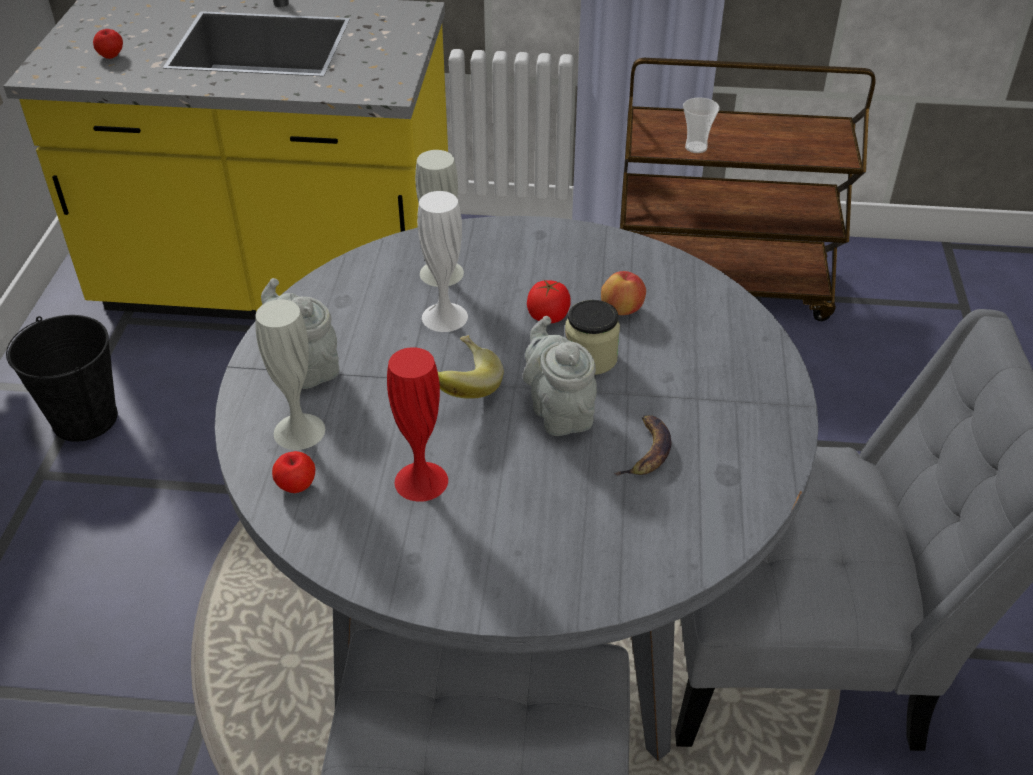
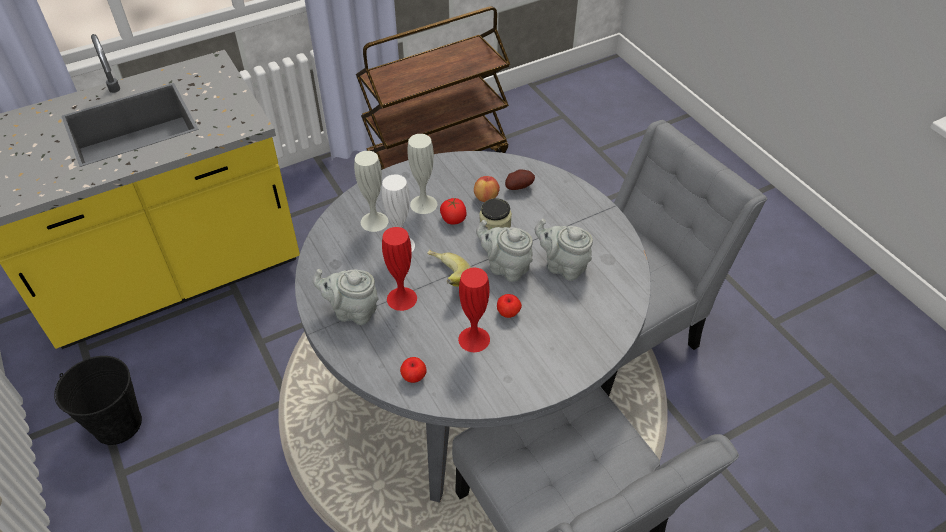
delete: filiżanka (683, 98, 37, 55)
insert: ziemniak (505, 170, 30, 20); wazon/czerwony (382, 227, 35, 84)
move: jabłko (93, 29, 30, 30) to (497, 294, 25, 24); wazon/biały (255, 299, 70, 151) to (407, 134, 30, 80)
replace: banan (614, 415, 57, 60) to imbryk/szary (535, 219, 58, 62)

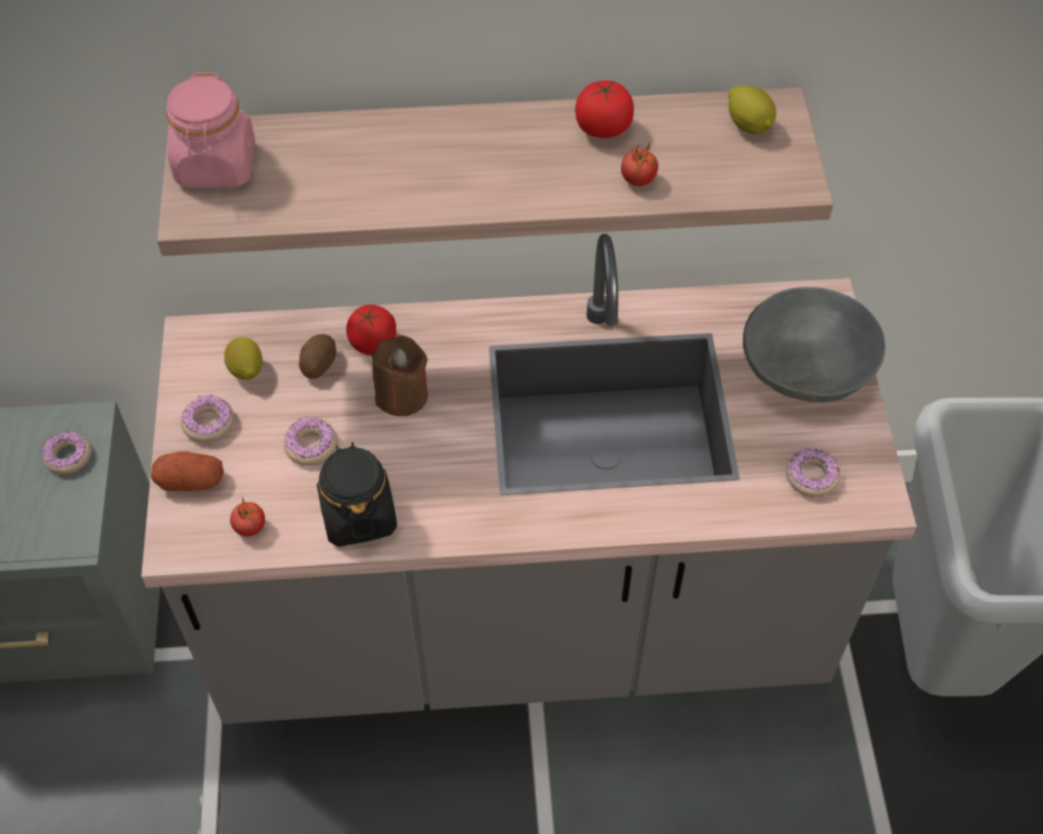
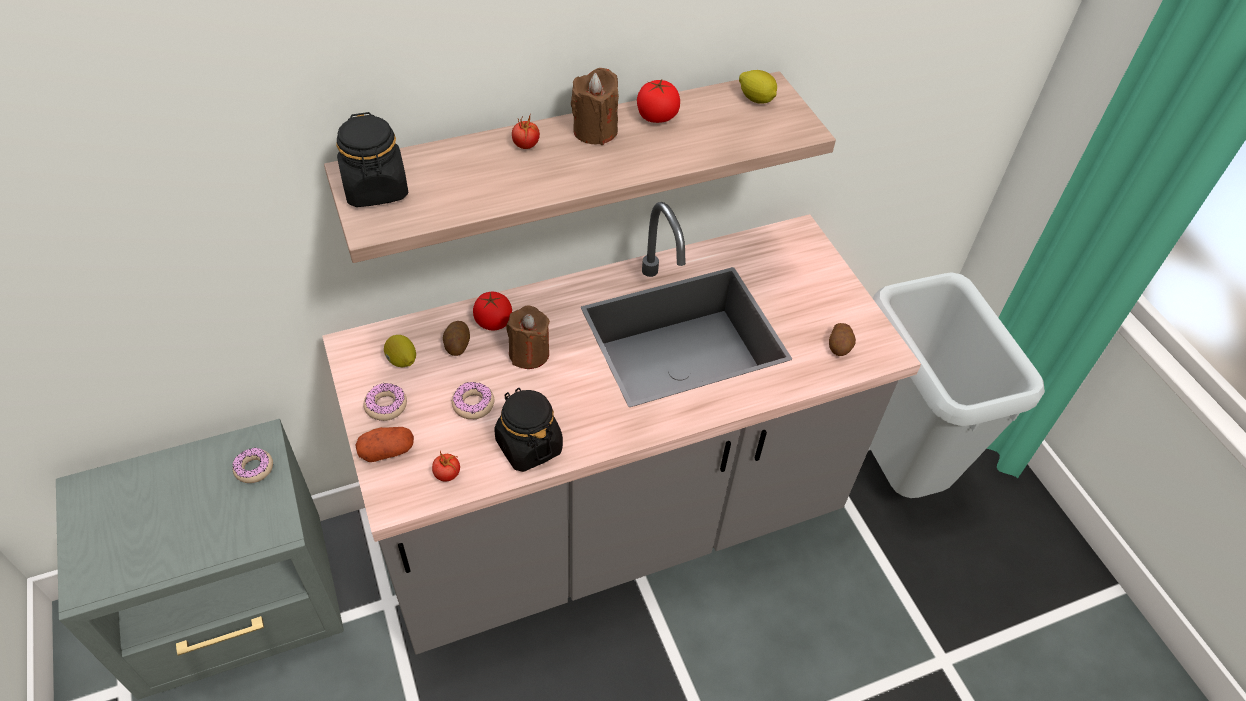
delete: miska/szary (743, 287, 142, 115)
insert: świeca/brązowy (571, 68, 48, 77)
move: pomidor (621, 142, 37, 44) to (512, 116, 28, 33)
replace: donut (786, 448, 55, 49) to ziemniak (829, 323, 27, 33)
recolor: słoik/różowy (166, 73, 89, 115) to słoik/czarny (336, 112, 73, 95)

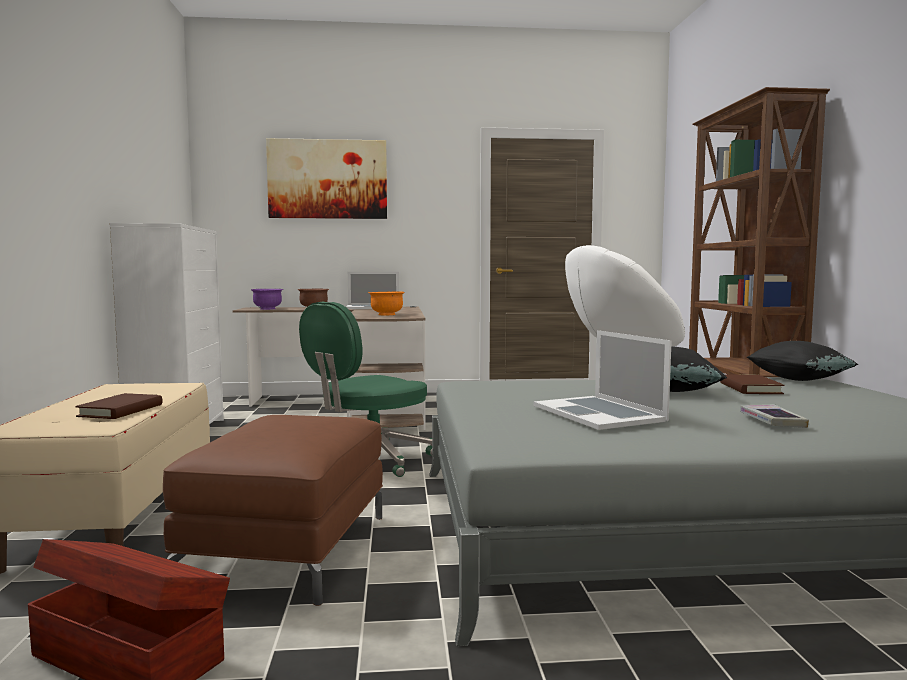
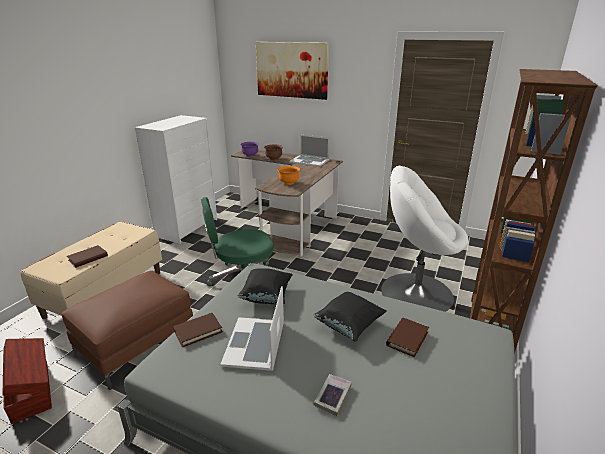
insert: książka/brązowy (173, 313, 50, 34)
move: poduszka/czarny (747, 341, 111, 40) to (237, 268, 56, 36)

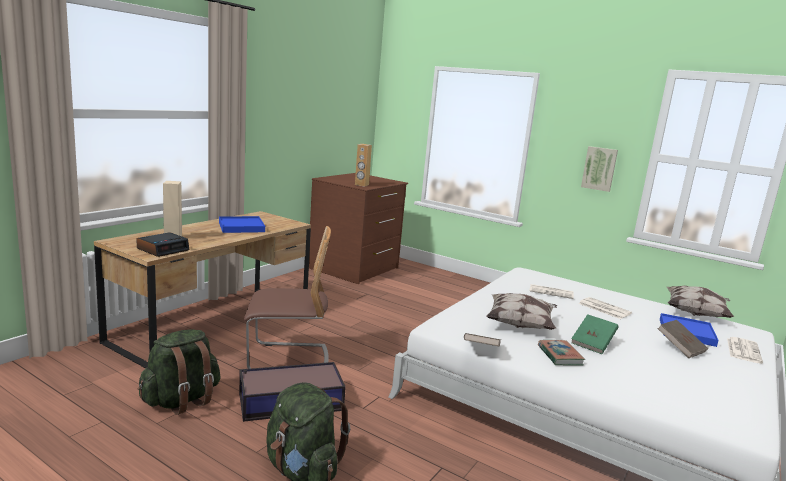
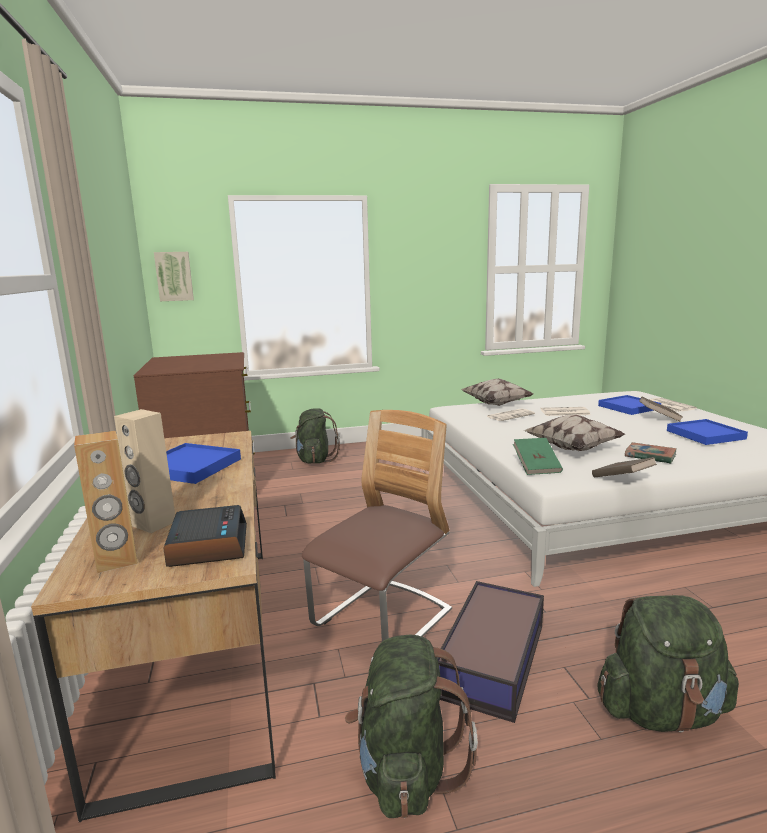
insert: plecak/zielony (290, 408, 50, 56); taca/niebieski (667, 419, 81, 26)
move: głośnik/brązowy (355, 144, 17, 43) to (74, 431, 64, 142); obraz (581, 146, 37, 46) to (154, 252, 40, 49); poduszka (667, 286, 68, 32) to (460, 379, 73, 27); książka/zielony (571, 314, 48, 40) to (513, 438, 50, 37)

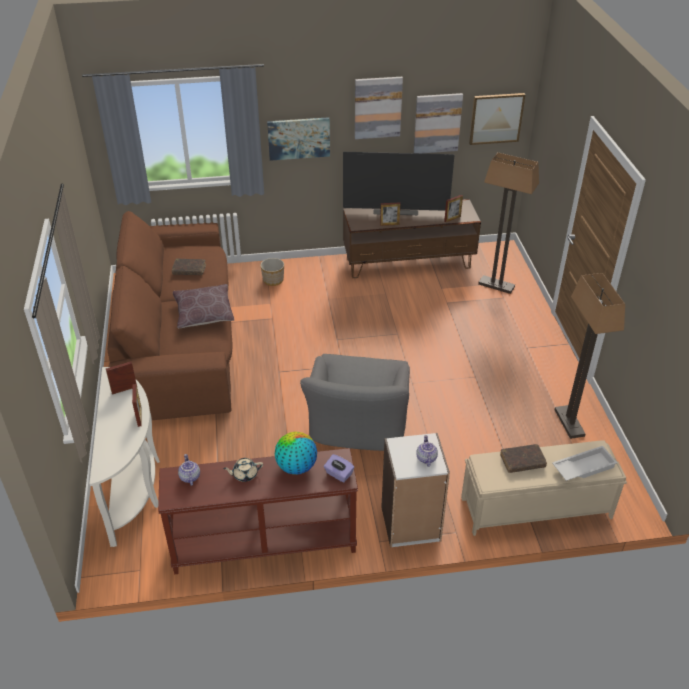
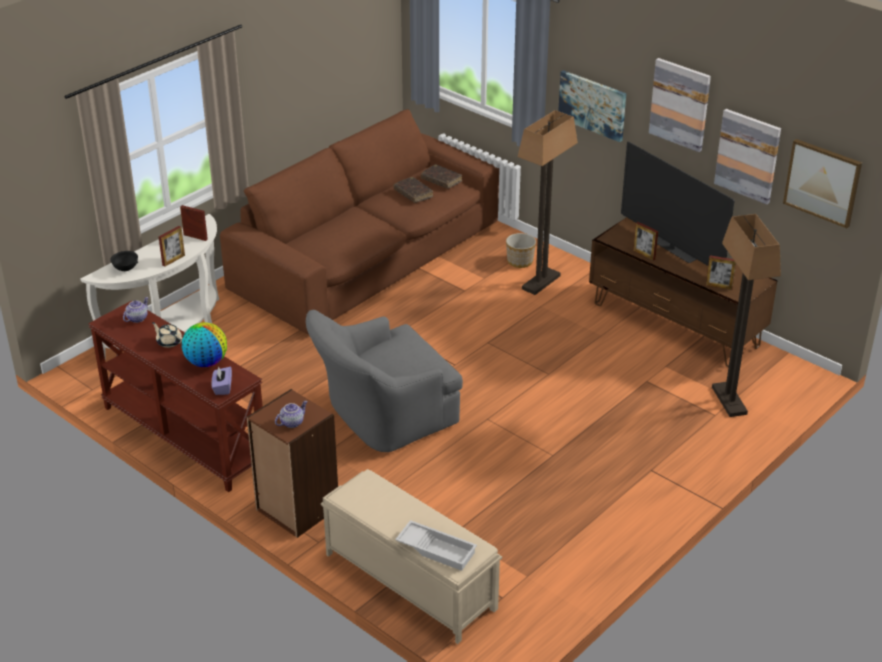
delete: poduszka/brązowy (173, 284, 61, 44)
insert: miska/czarny (111, 251, 27, 20)
move: lampa stojąca (554, 273, 71, 166) to (517, 110, 61, 185); książka/brązowy (500, 444, 47, 29) to (421, 164, 41, 25)
recolor: regał/biały (381, 433, 69, 115) to regał/brązowy (247, 389, 91, 149)

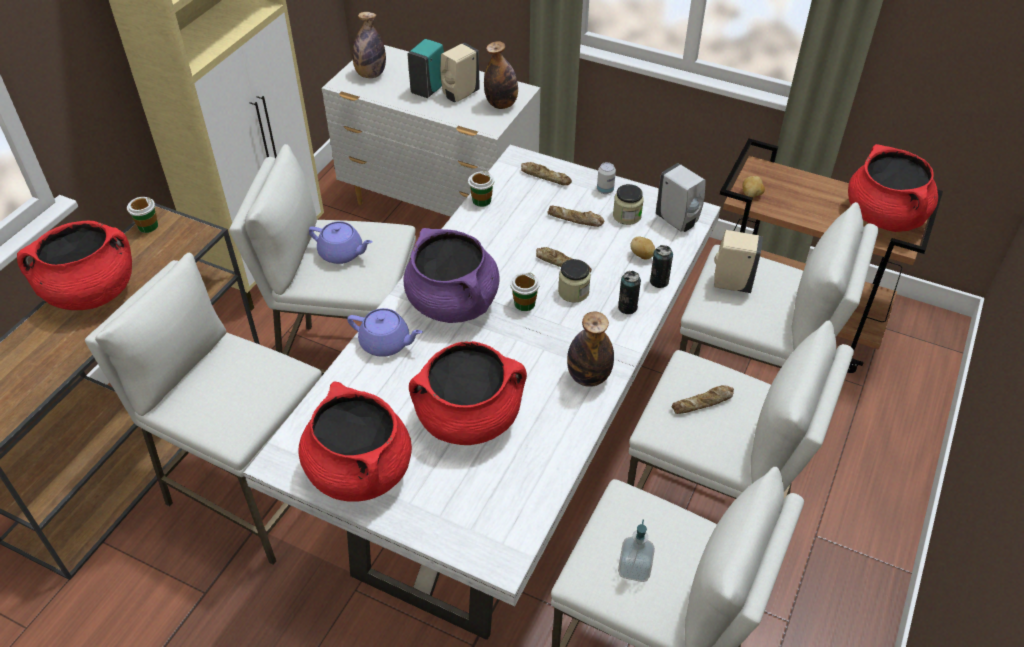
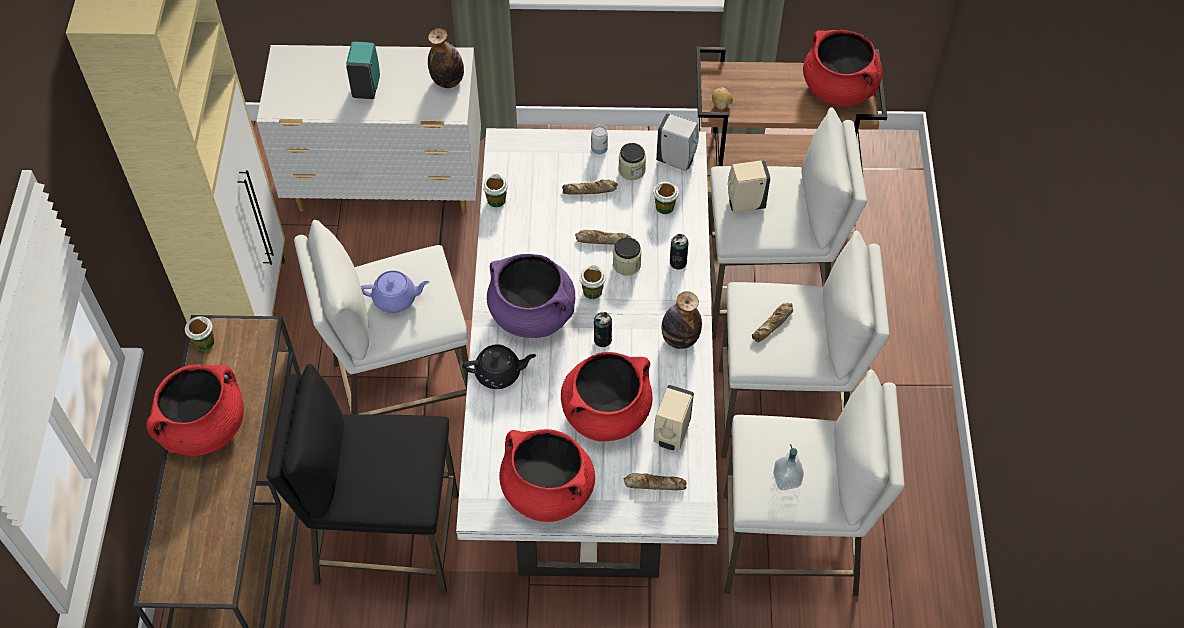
delete: butelka (352, 12, 34, 66)
move: dozownik mydła/beżowy (440, 43, 40, 59) to (654, 385, 40, 65); chleb (521, 162, 51, 24) to (624, 473, 63, 17); puszka (650, 245, 23, 43) to (594, 312, 18, 35)
replace: ziemniak (630, 237, 26, 23) to filiżanka (653, 181, 26, 33)
recolor: stołek/biały (85, 253, 237, 312) to stołek/czarny (267, 364, 191, 230); imbryk/fioletowy (347, 308, 76, 49) to imbryk/czarny (462, 344, 74, 45)

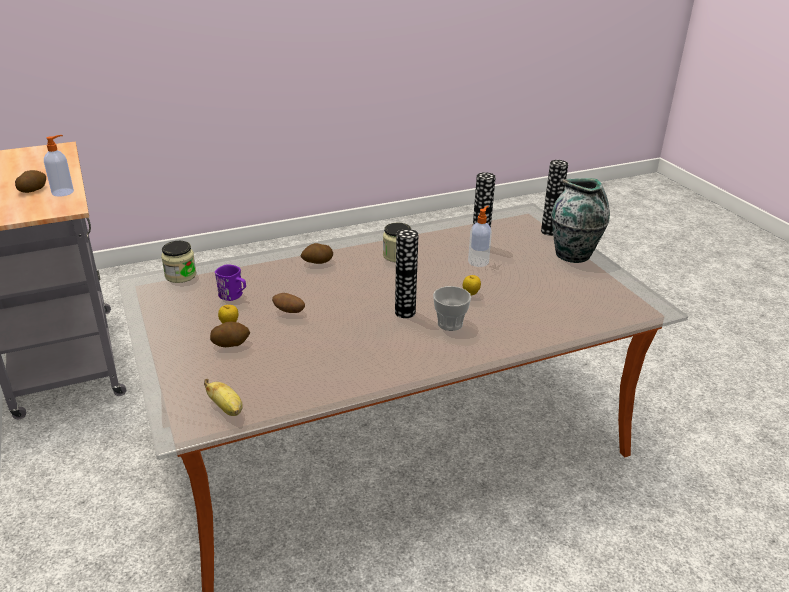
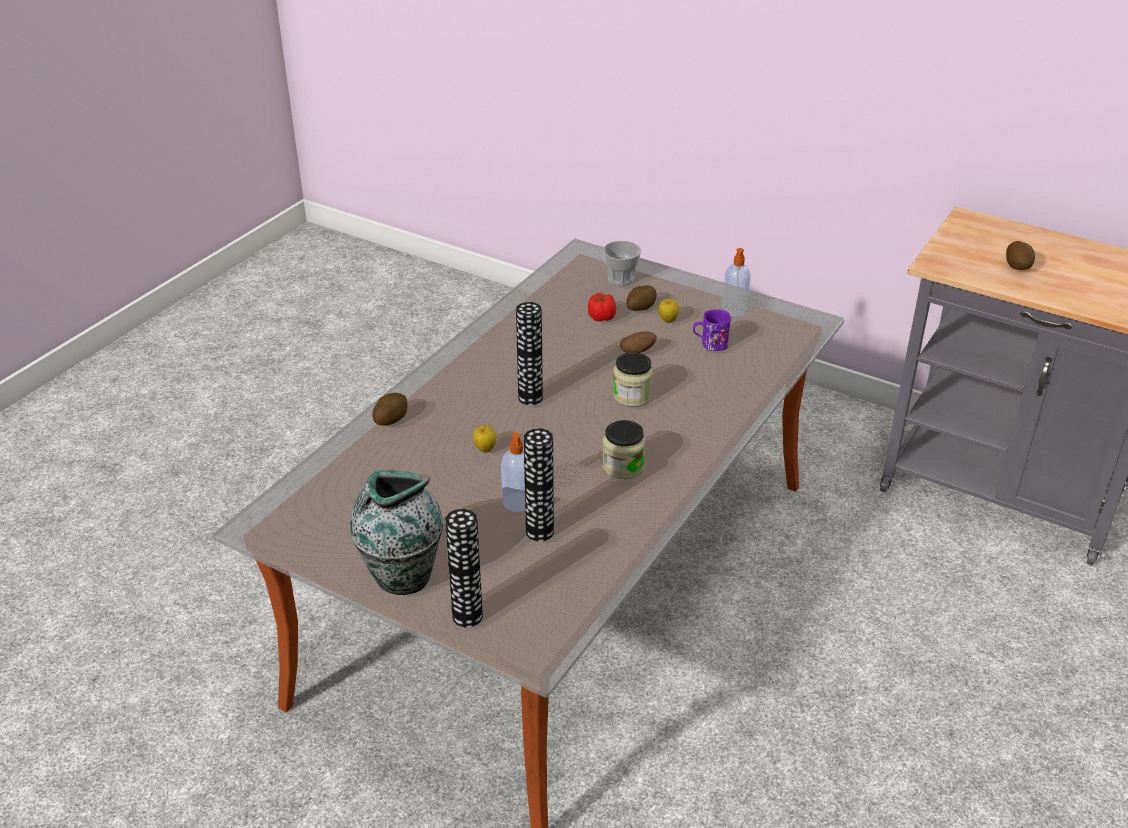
delete: banan (204, 379, 39, 37)
insert: pomidor (588, 293, 28, 28)
move: dozownik mydła (44, 135, 30, 62) to (722, 248, 29, 69); słoik (161, 241, 35, 42) to (613, 352, 40, 55); ziemniak (301, 243, 32, 21) to (372, 393, 35, 33); filiżanka (433, 286, 38, 45) to (603, 241, 38, 45)

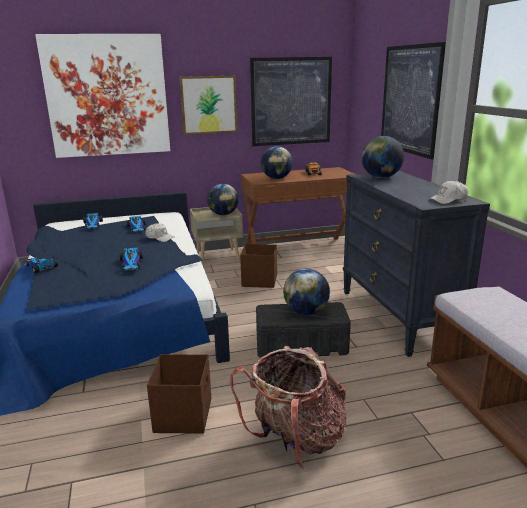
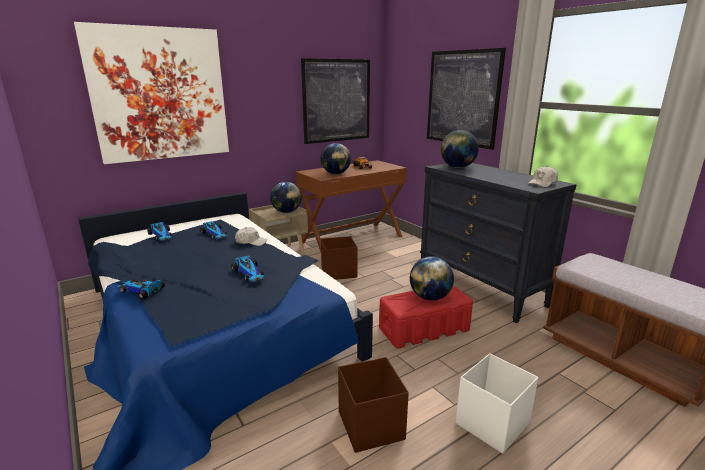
delete: obraz (180, 76, 57, 59)
replace: plecak (230, 346, 116, 124) to pojemnik do przechowywania/biały (456, 353, 83, 101)
recolor: pojemnik do przechowywania/czarny (256, 302, 95, 56) to pojemnik do przechowywania/czerwony (379, 285, 94, 63)

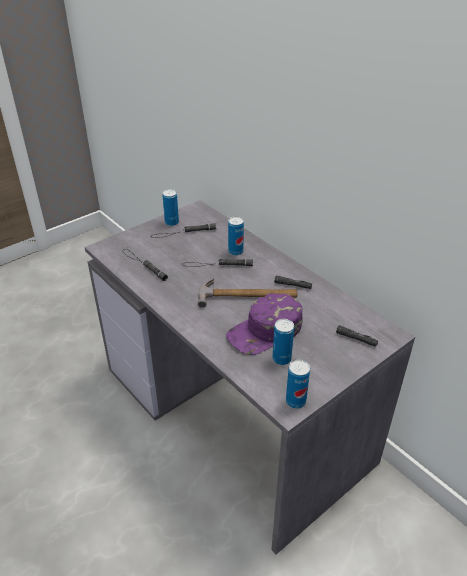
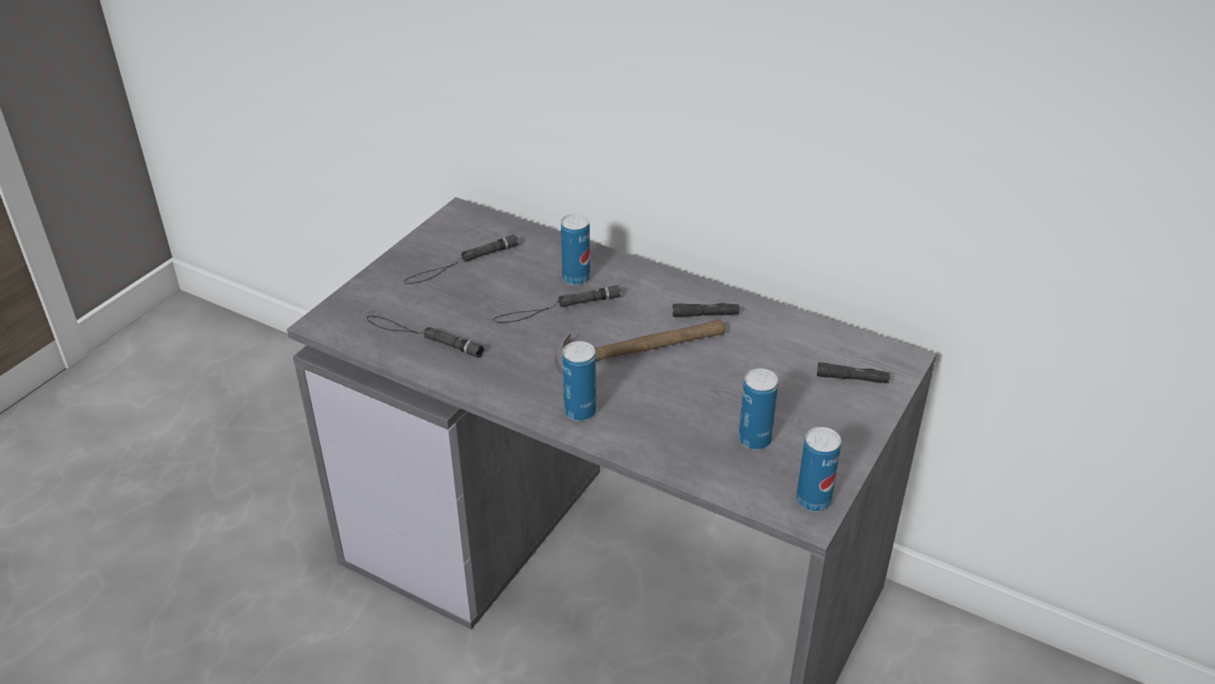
delete: czapka z daszkiem/fioletowy (226, 294, 77, 61)
move: puszka (162, 189, 17, 37) to (562, 341, 34, 80)

